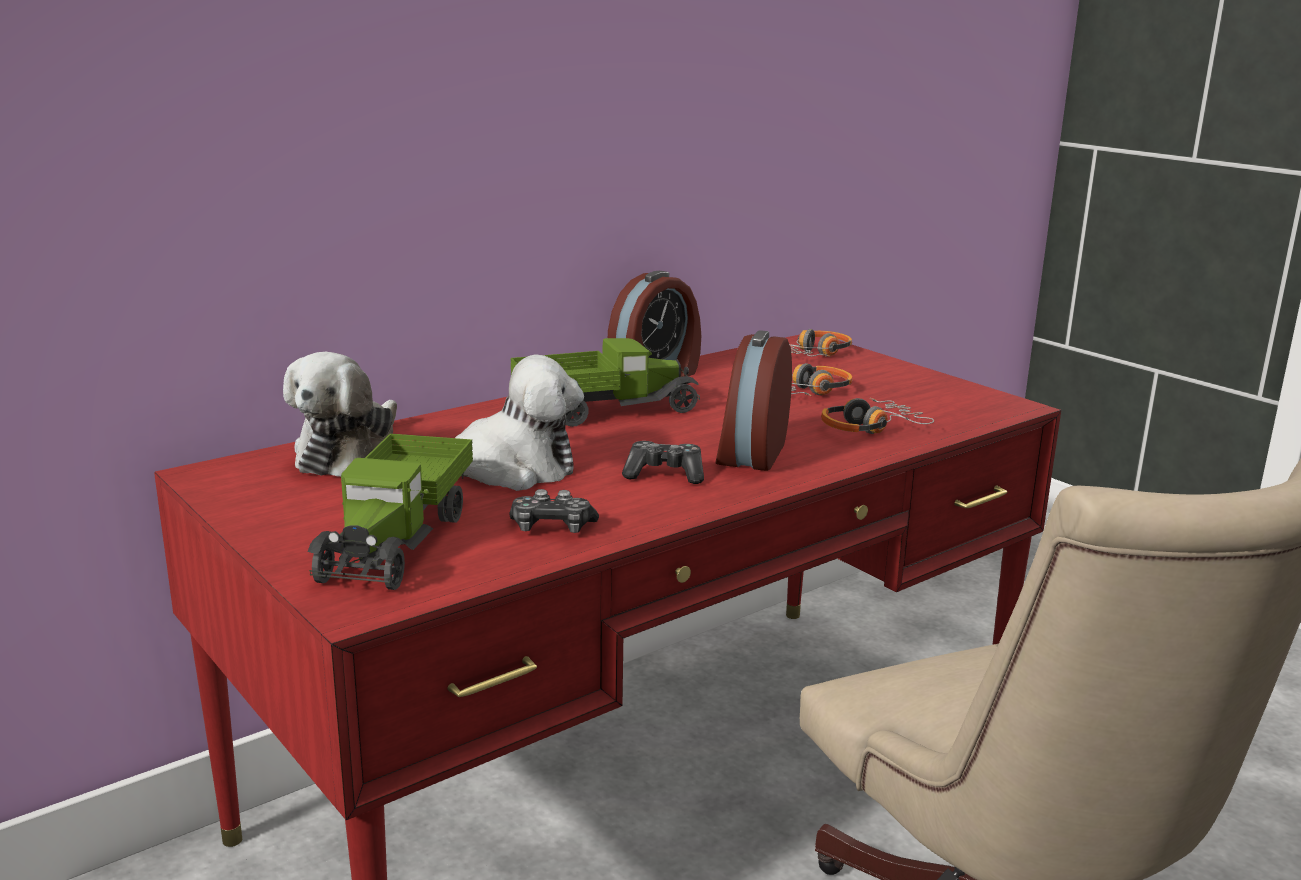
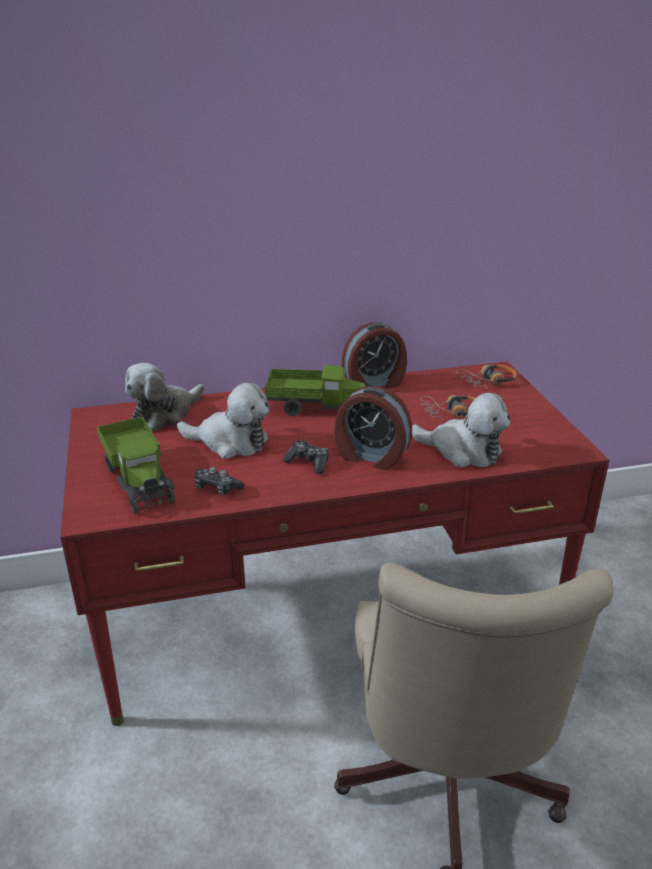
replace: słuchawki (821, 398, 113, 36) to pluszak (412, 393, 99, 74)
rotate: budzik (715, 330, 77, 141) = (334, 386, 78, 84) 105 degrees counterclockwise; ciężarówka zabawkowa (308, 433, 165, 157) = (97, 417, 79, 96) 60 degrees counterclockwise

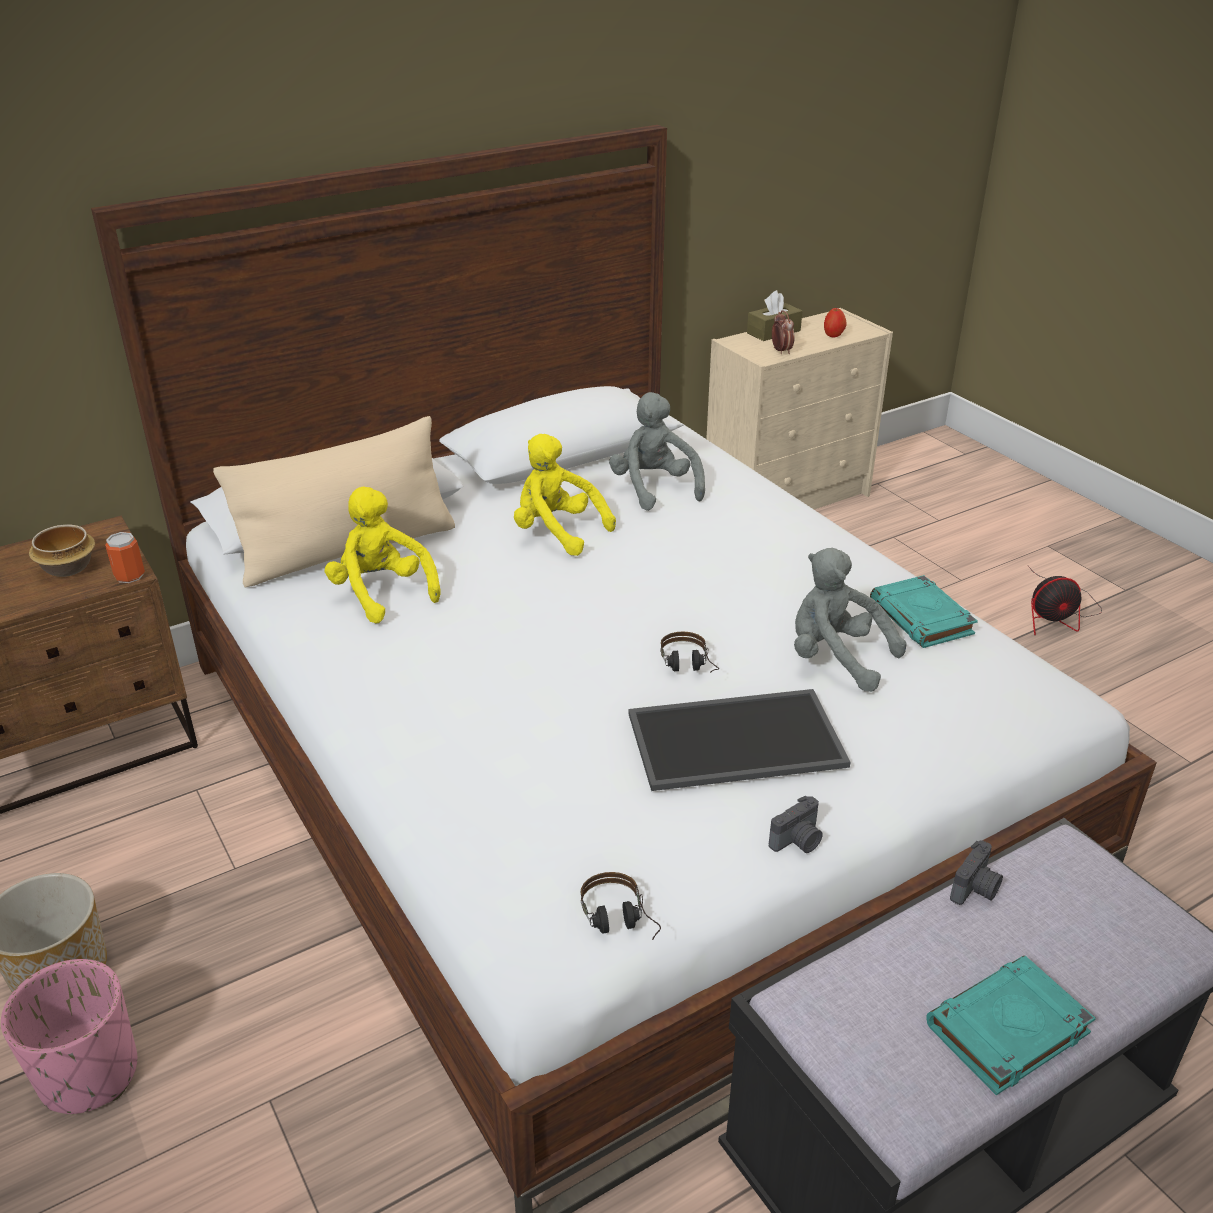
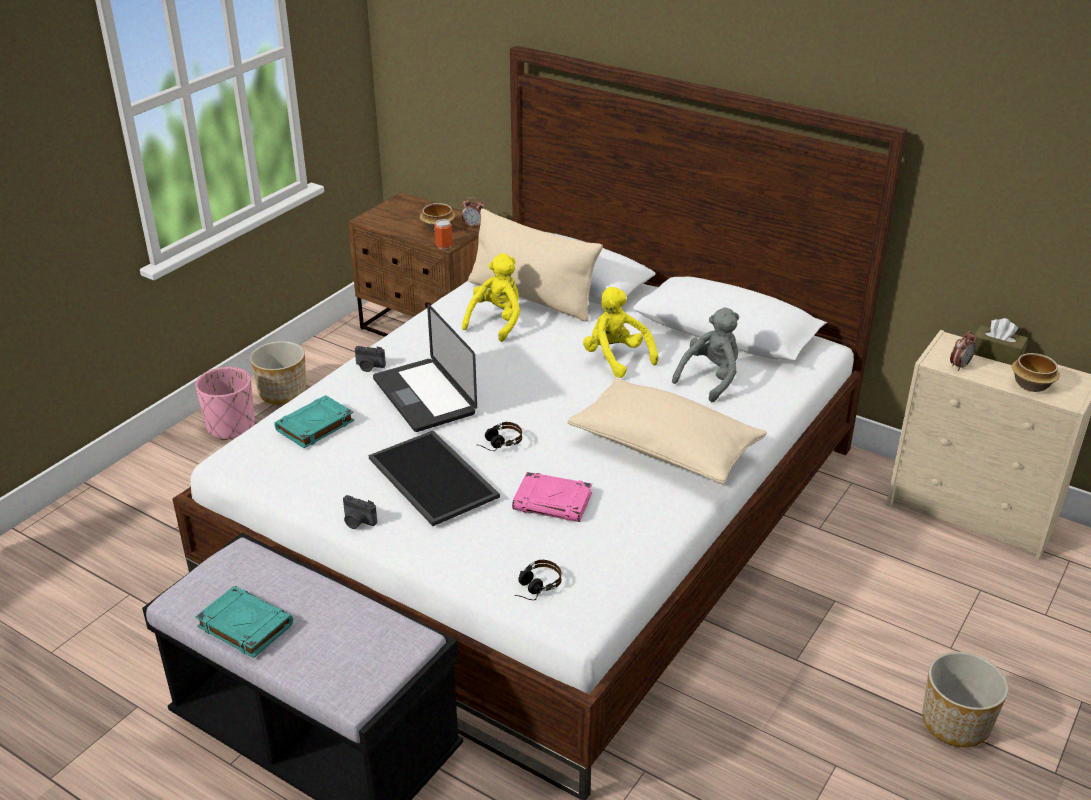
insert: budzik (462, 197, 22, 31); laptop (373, 304, 104, 128); poduszka/beżowy (567, 378, 200, 106)
move: książka/turkusowy (870, 575, 108, 73) to (274, 395, 80, 53); aparat fotograficzny (950, 840, 53, 65) to (355, 346, 31, 26); słuchawki (581, 872, 80, 68) to (515, 560, 47, 40)
replace: jabłko (824, 308, 22, 29) to miska (1012, 353, 48, 39); pluszak/szary (794, 548, 113, 144) to książka/różowy (512, 472, 80, 50); wentylator (1027, 565, 75, 70) to donica (922, 652, 86, 95)
rotate: pluszak/żółty (514, 434, 102, 122) = (583, 287, 76, 91) 45 degrees counterclockwise

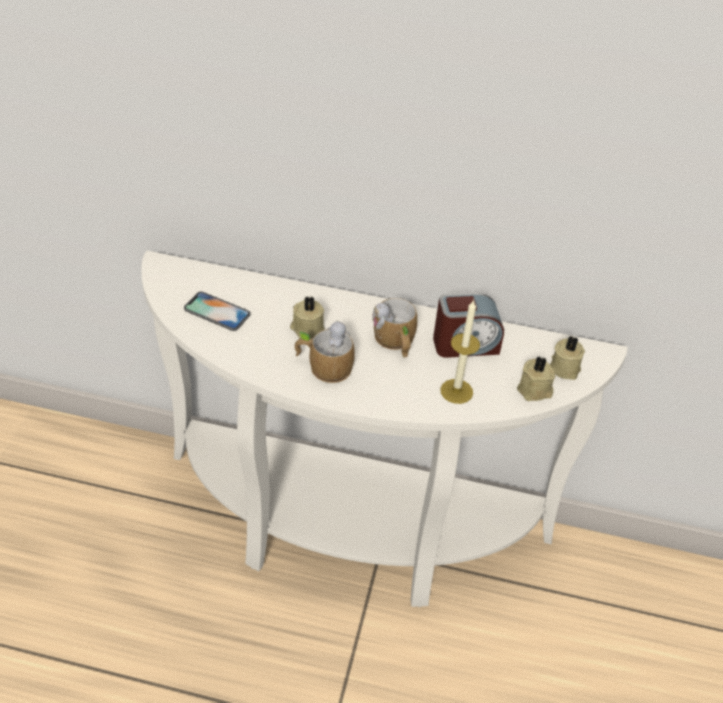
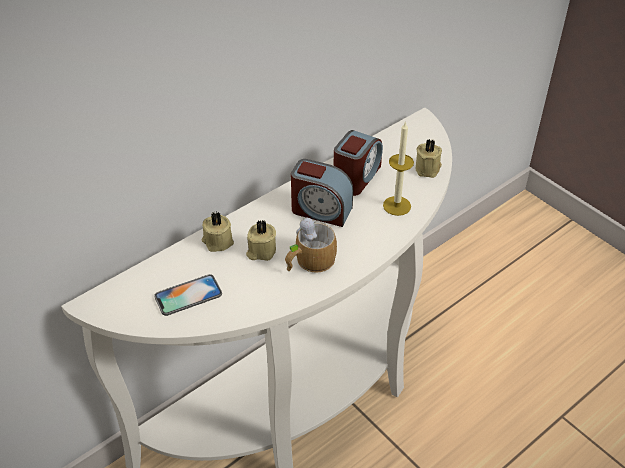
move: świeca/beżowy (550, 336, 35, 44) to (201, 212, 33, 40)
replace: kubek (372, 298, 45, 60) to budzik (291, 159, 62, 68)

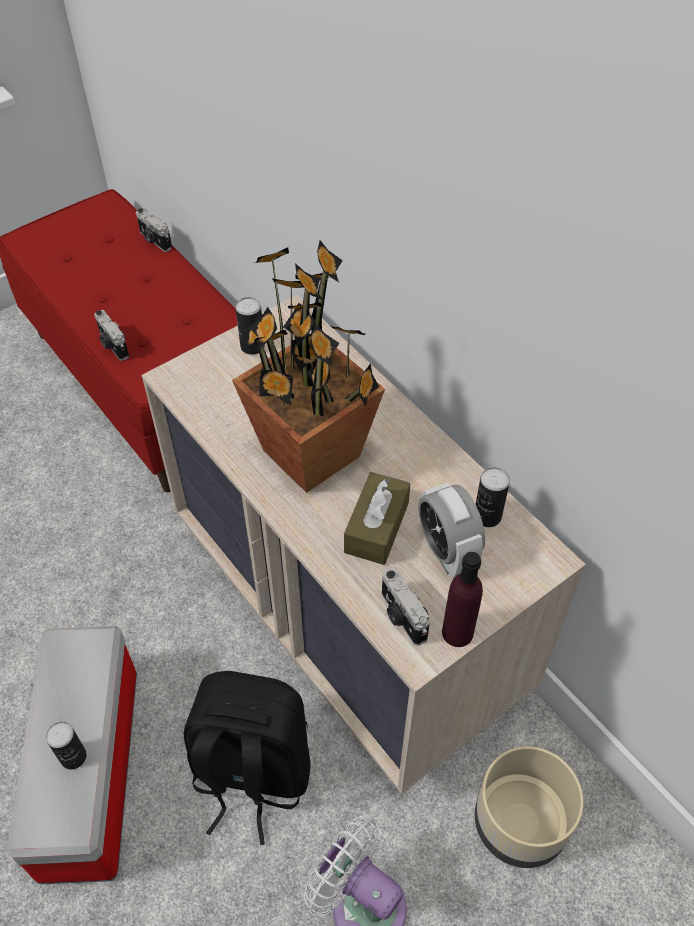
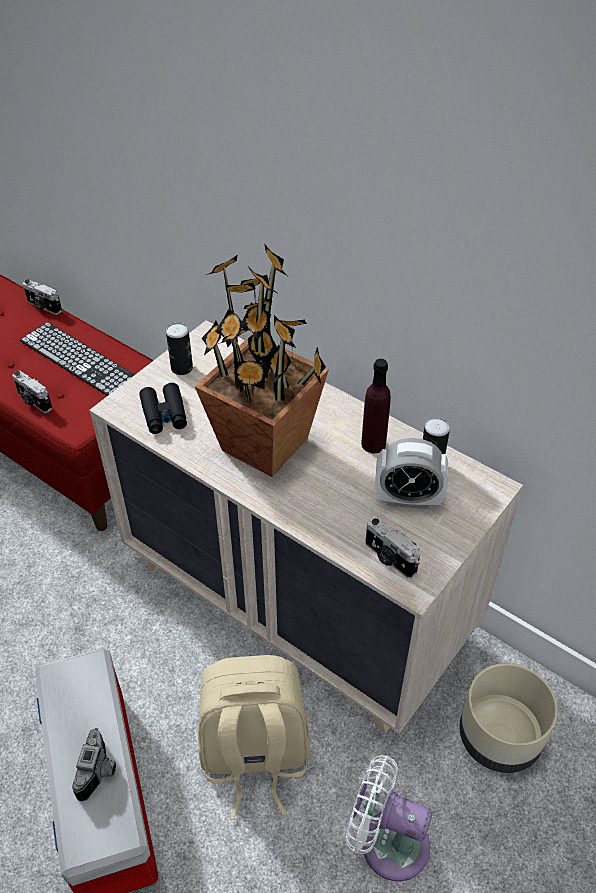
delete: pudełko chusteczek/brązowy (344, 472, 66, 93)
insert: klawiatura (20, 322, 115, 74); lornetka/czarny (139, 383, 48, 51)
move: butelka/fioletowy (442, 552, 41, 95) to (361, 359, 30, 94)
replace: puszka (46, 722, 41, 48) to aparat fotograficzny (72, 728, 44, 74)
recolor: plecak/czarny (184, 671, 127, 174) to plecak/beżowy (198, 655, 112, 165)
rotate: budzik (418, 482, 67, 97) = (375, 438, 73, 71) 45 degrees counterclockwise

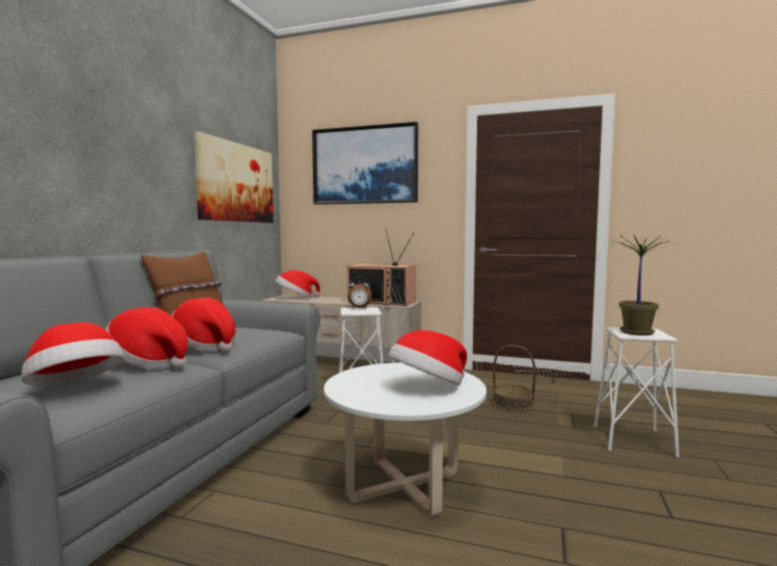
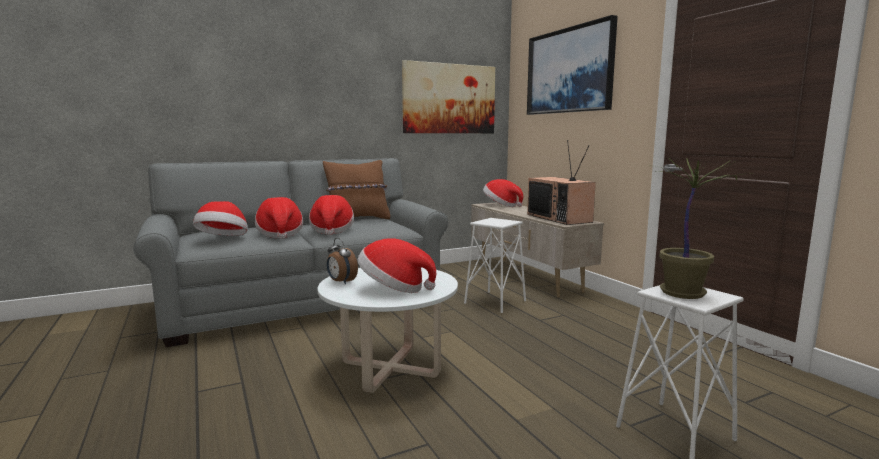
delete: koszyk (493, 345, 43, 66)
move: budzik (348, 276, 24, 32) to (327, 238, 31, 46)

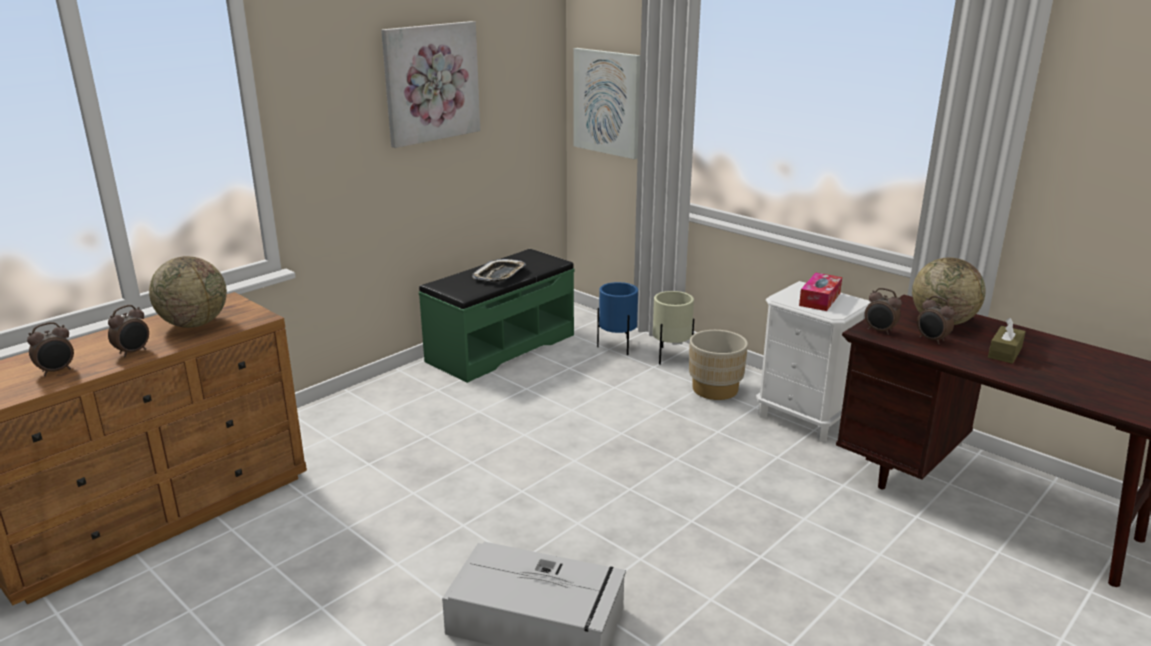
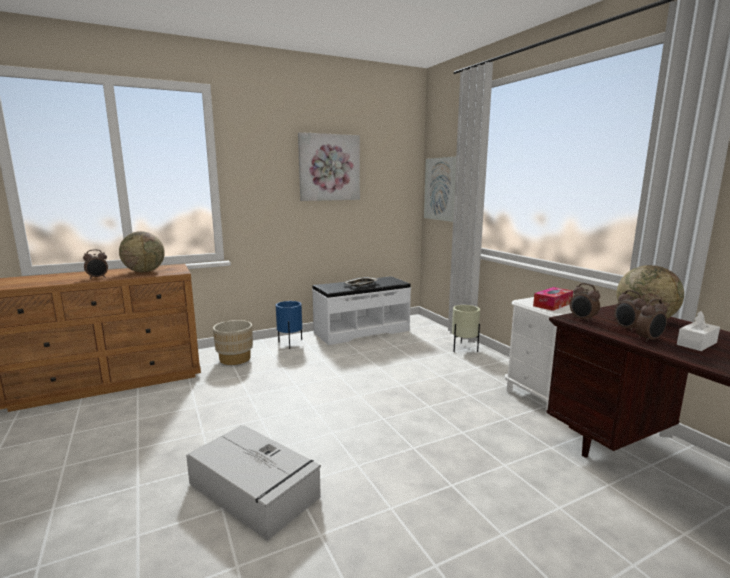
move: donica/niebieski (597, 282, 41, 73) to (276, 301, 26, 48); budzik (27, 322, 47, 54) to (636, 299, 31, 43); donica/beżowy (689, 330, 59, 70) to (213, 320, 40, 45)
recolor: ławka/zielony (419, 249, 156, 134) to ławka/biały (312, 276, 99, 69); pudełko chusteczek/brązowy (988, 318, 38, 46) to pudełko chusteczek/biały (677, 311, 43, 40)

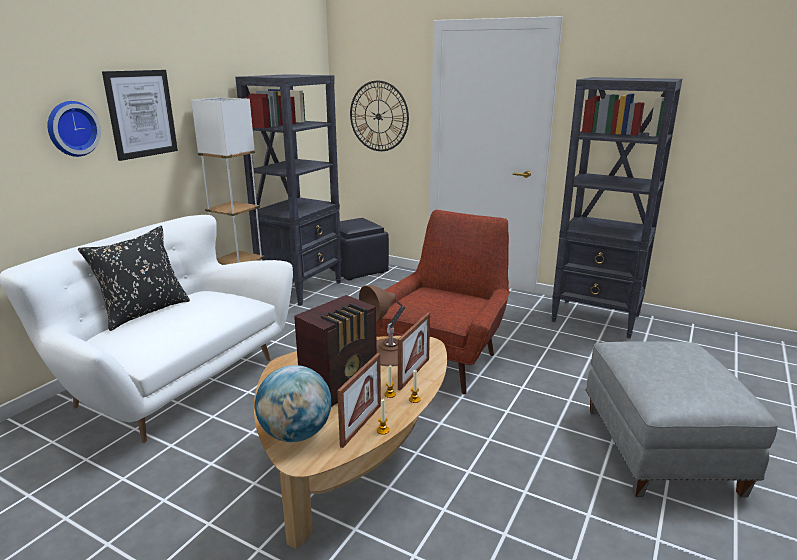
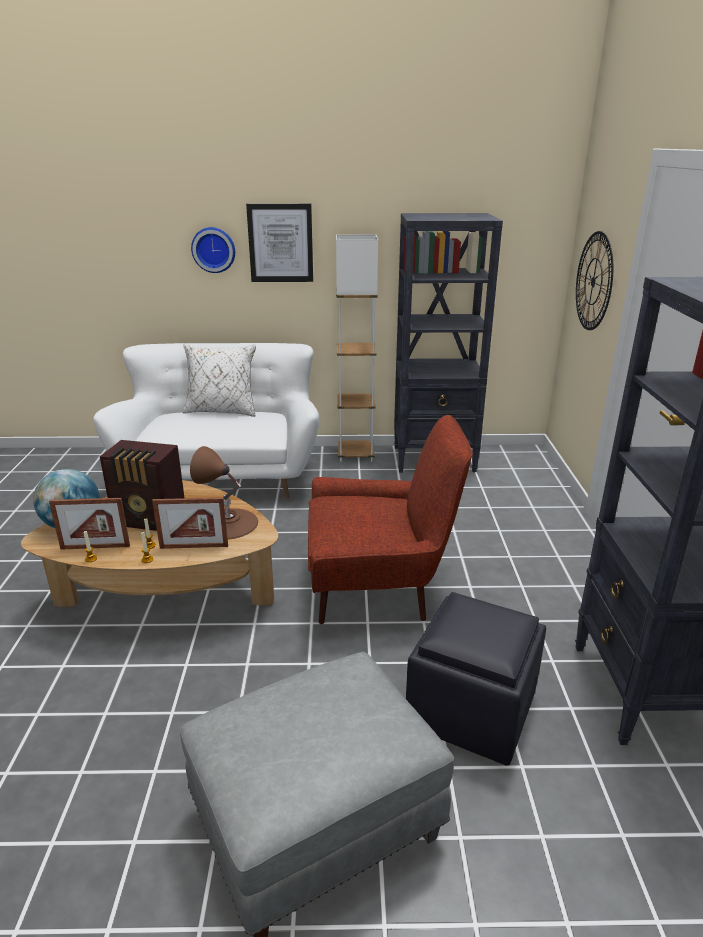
move: pufa/czarny (330, 218, 59, 63) to (406, 592, 140, 174)
recolor: poduszka/czarny (78, 226, 112, 105) to poduszka/biały (183, 344, 73, 73)

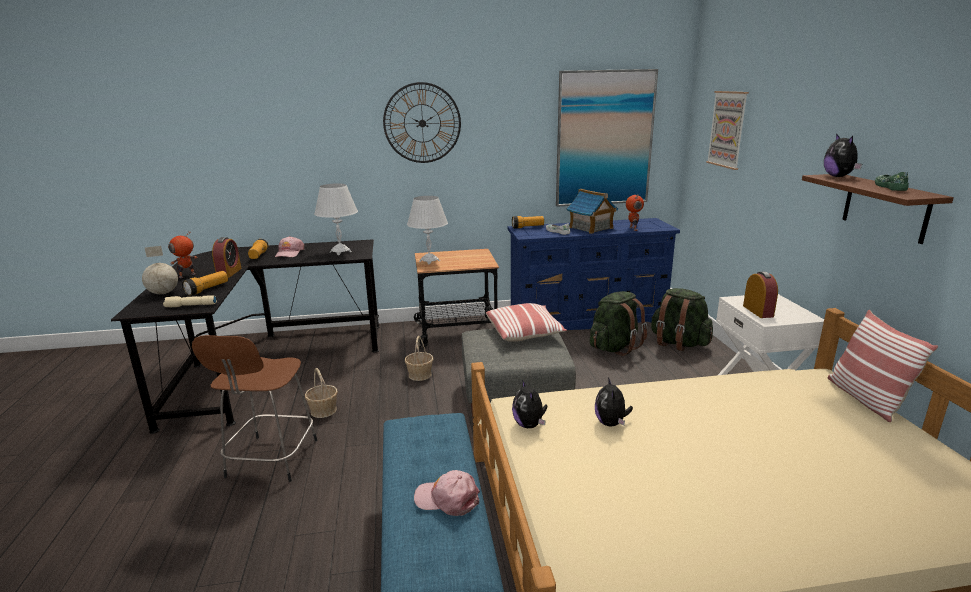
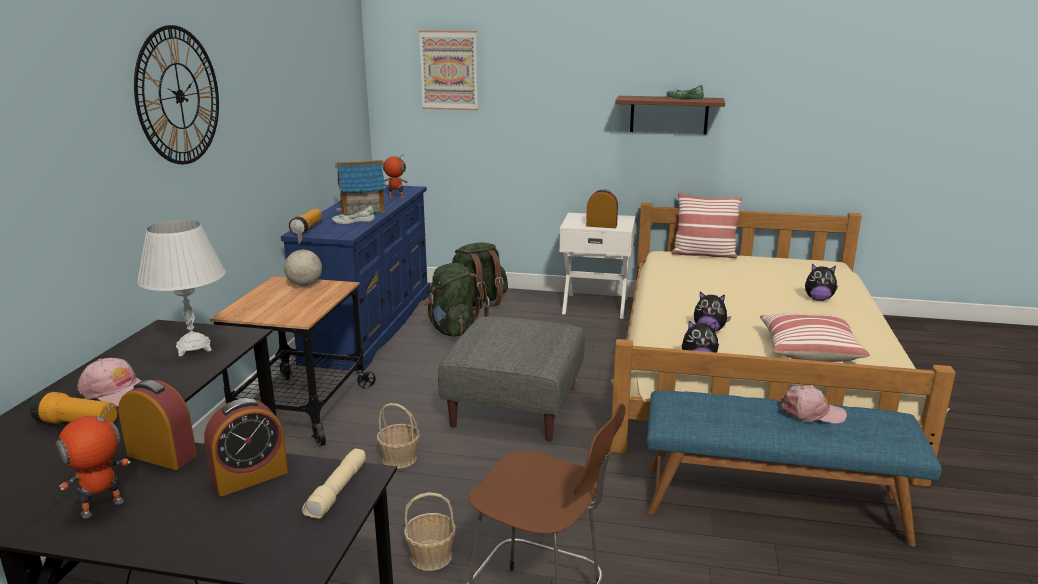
delete: obraz (556, 69, 102, 138); lampa stołowa/biały (407, 196, 41, 69)
move: pluszak (824, 134, 38, 43) to (805, 264, 33, 37); globus (142, 246, 36, 48) to (284, 229, 38, 57); poduszka (486, 303, 81, 39) to (760, 313, 110, 49)
replace: latarka (182, 271, 46, 25) to budzik (204, 398, 84, 98)
rotate: robot zabawkowy (168, 231, 30, 47) = (55, 404, 75, 115) 75 degrees clockwise; czapka z daszkiem/różowy (414, 470, 66, 46) = (780, 385, 67, 39) 120 degrees counterclockwise

